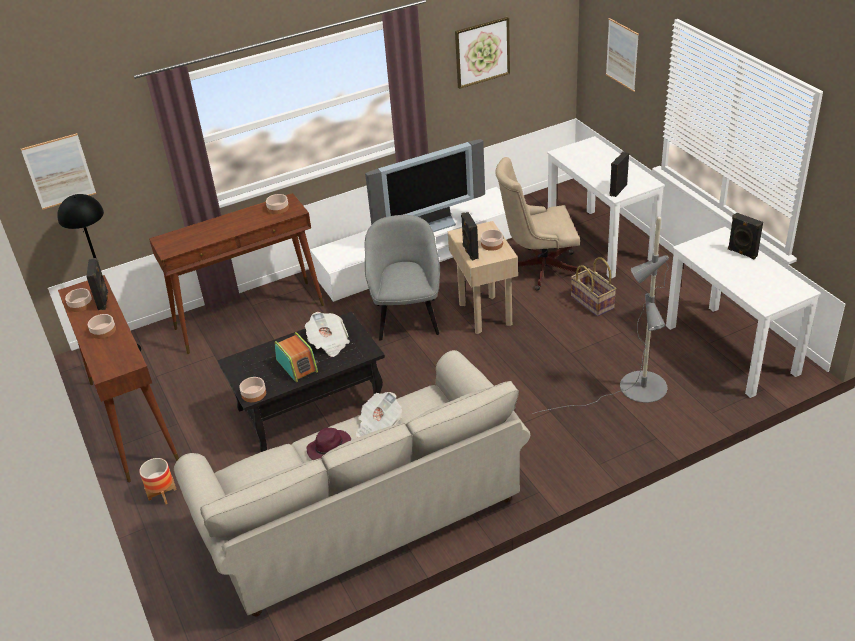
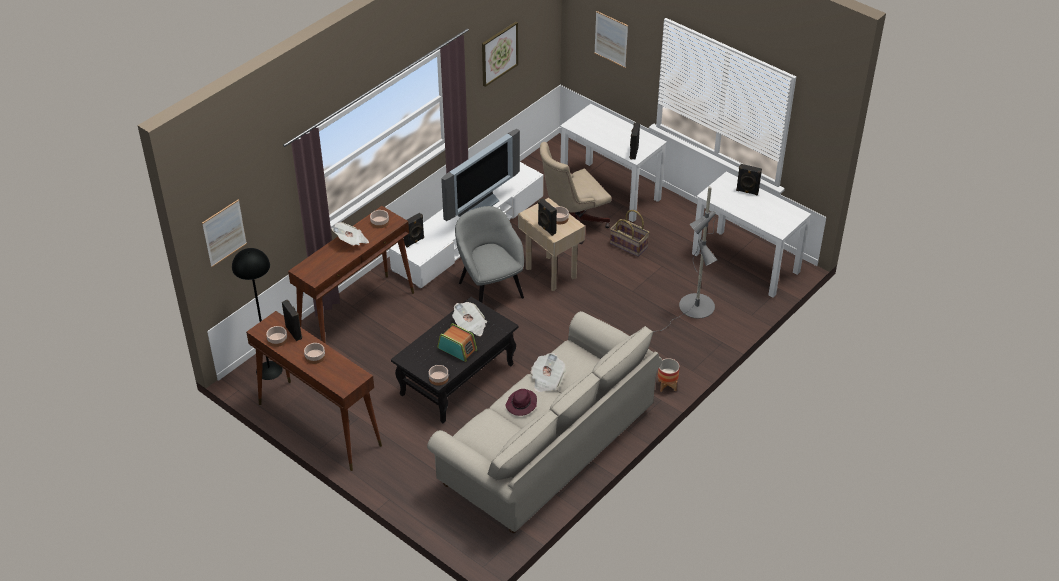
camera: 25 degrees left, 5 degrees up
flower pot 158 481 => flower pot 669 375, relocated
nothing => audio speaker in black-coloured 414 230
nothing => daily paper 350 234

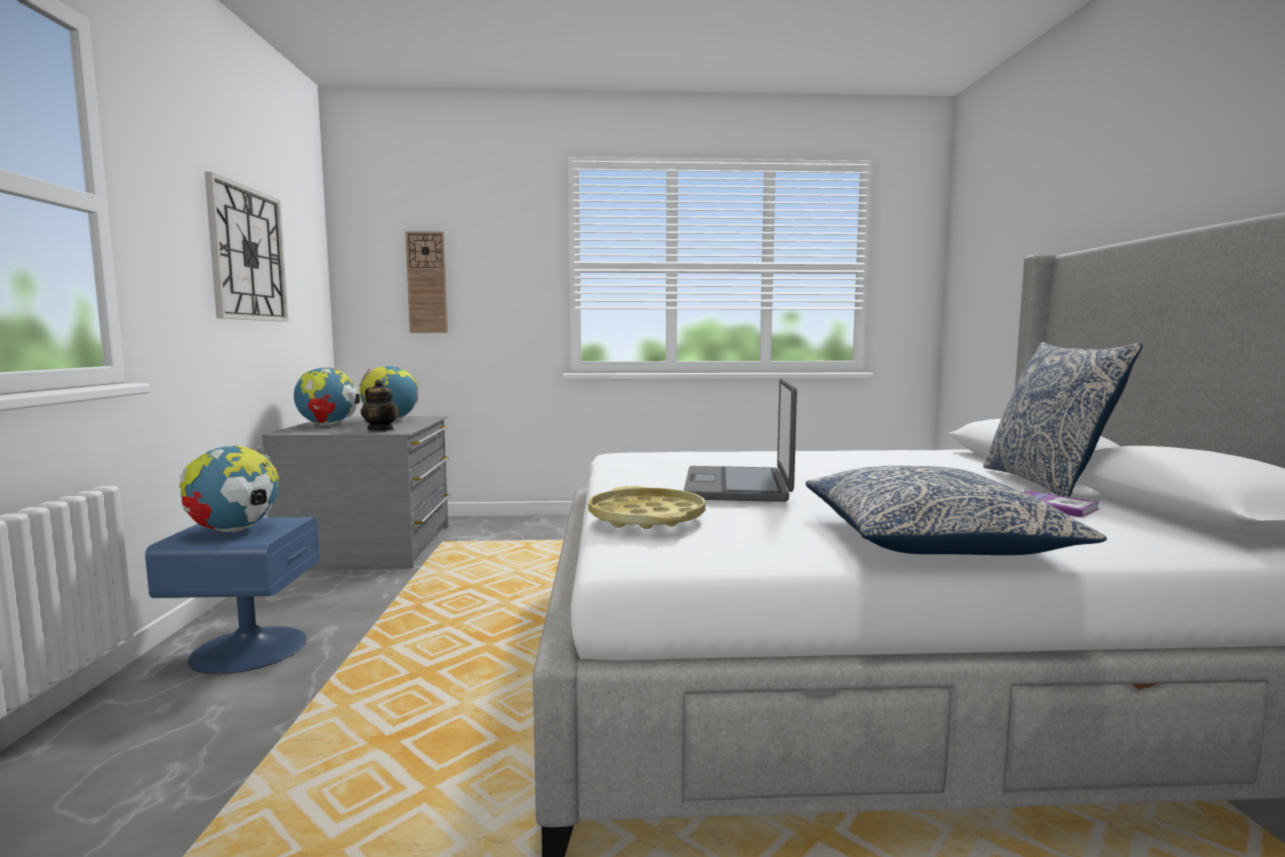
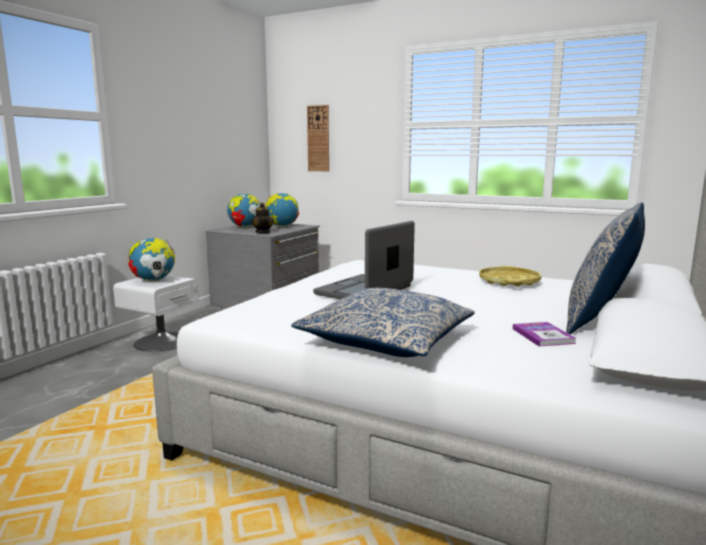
camera: 30 degrees right, 5 degrees up
clock on the wall 246 246 => nothing
serving tray in yellow 647 507 => serving tray in yellow 510 276, relocated
night table in blue-coloured 232 595 => night table in white 156 313

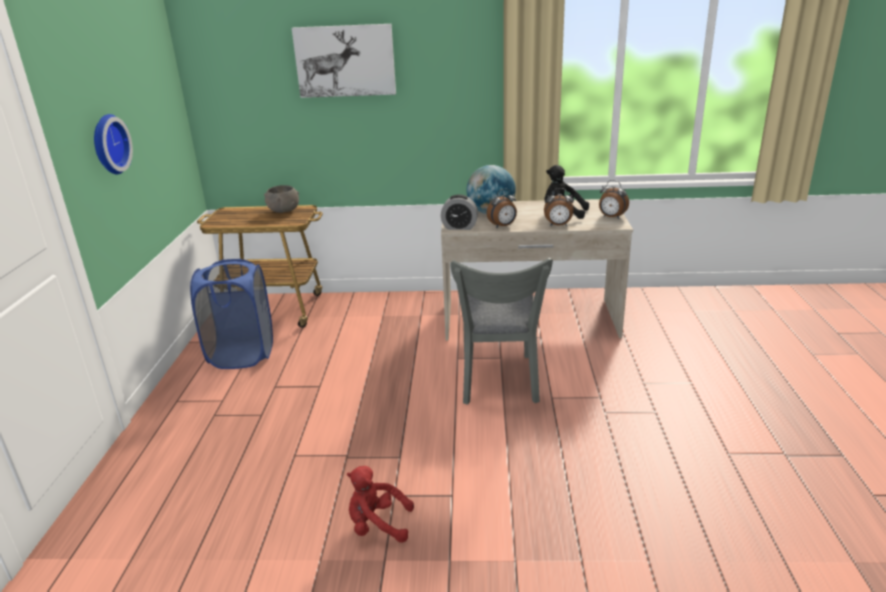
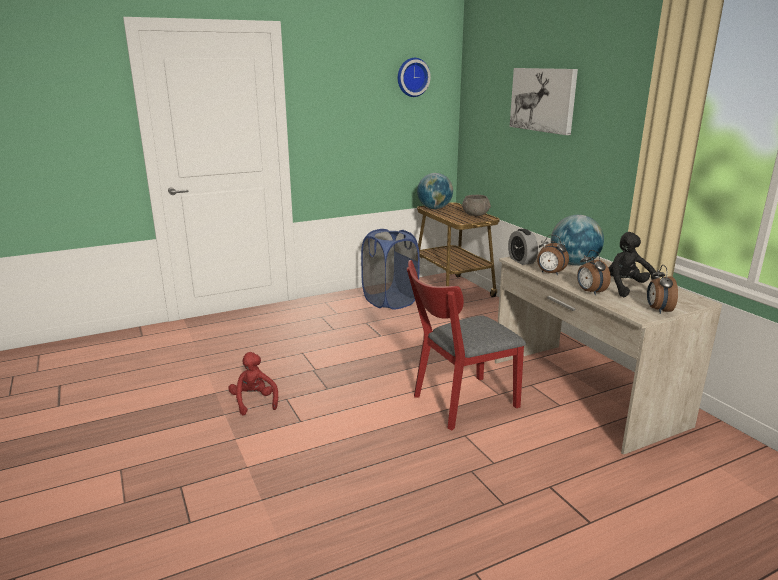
camera: 60 degrees right, 5 degrees down
clock on the wall 113 144 => clock on the wall 414 77, relocated
plain chair in gray 501 331 => plain chair in red-coloured 466 345
nothing => desk globe 435 191

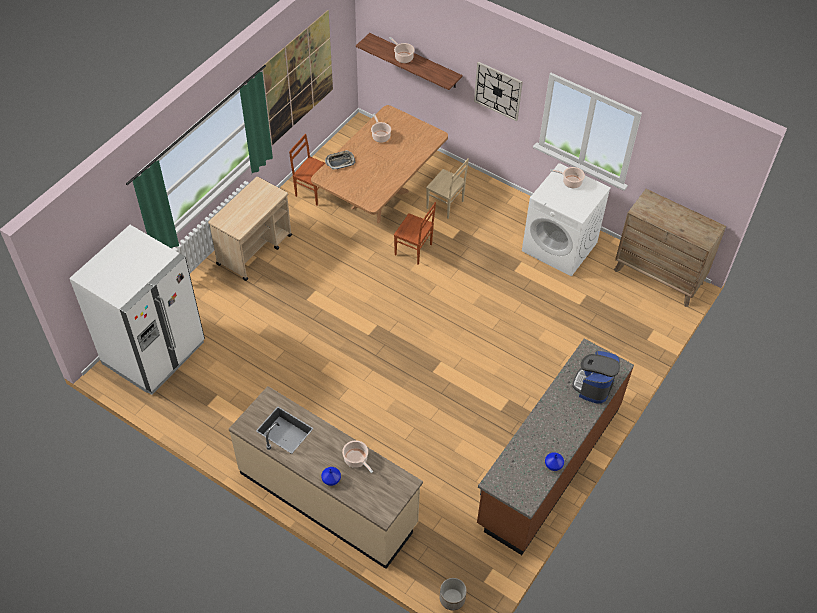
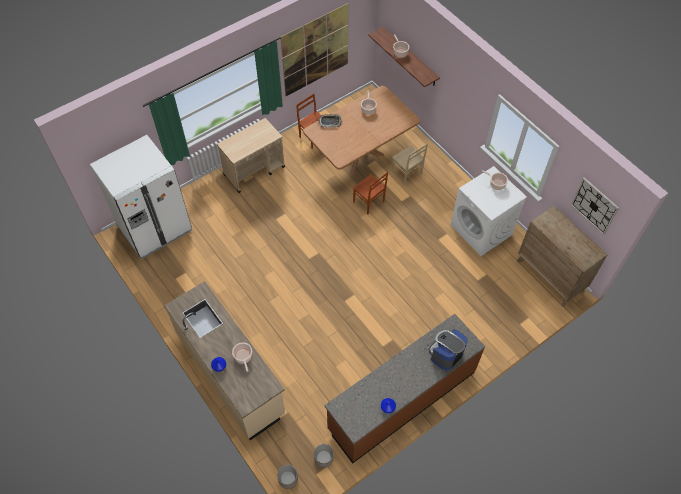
camera: 20 degrees right, 5 degrees up
clock on the wall 498 91 => clock on the wall 595 206, relocated
nothing => flower pot 324 456

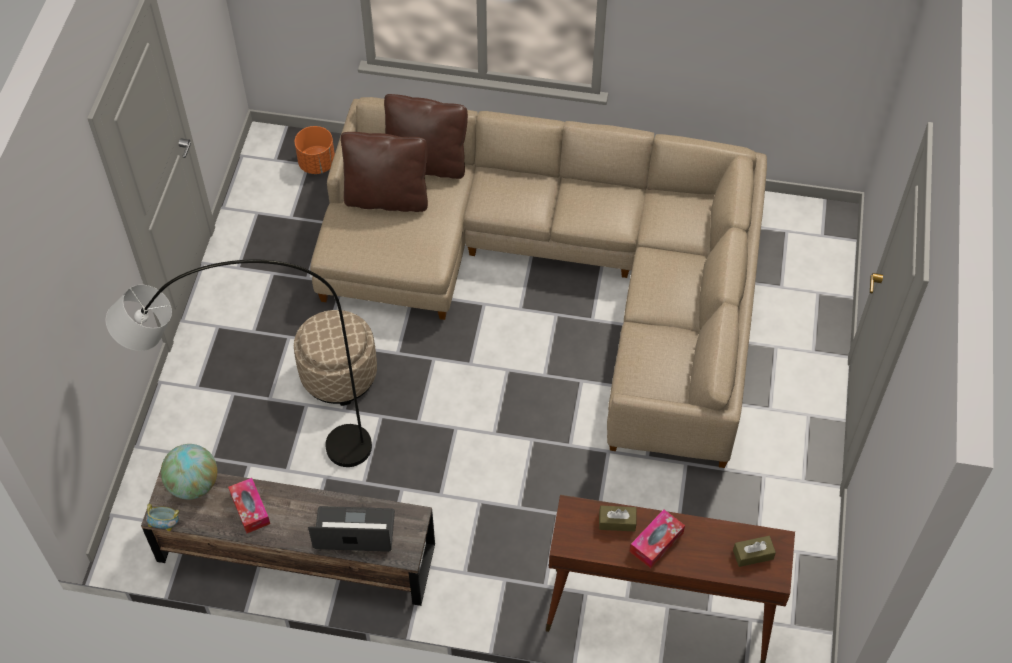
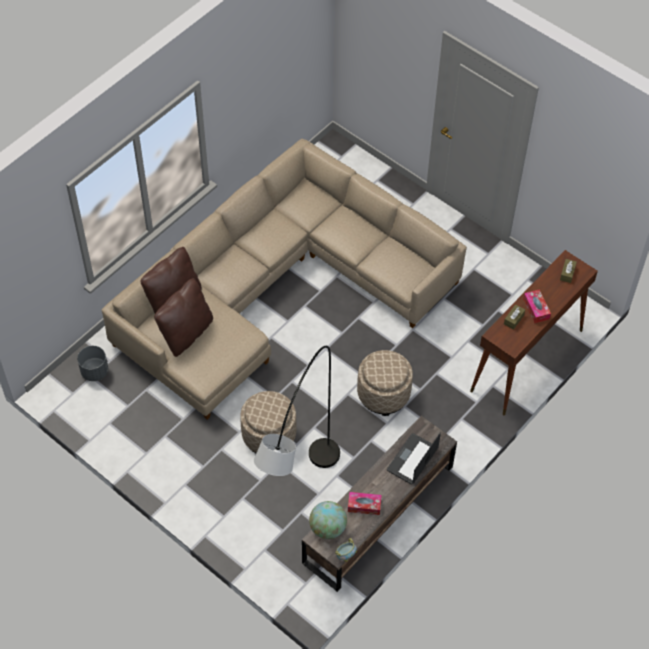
camera: 60 degrees left, 0 degrees up
flower pot in orangey 315 150 => flower pot in gray 92 363
nothing => footrest in beige 385 383

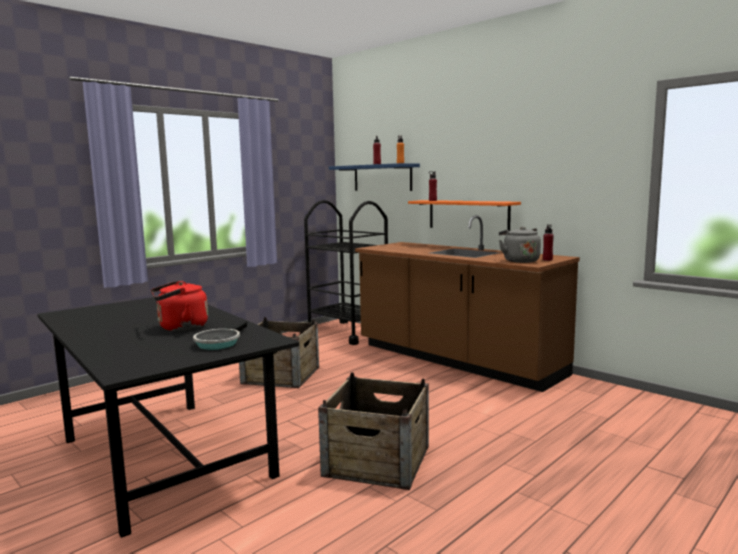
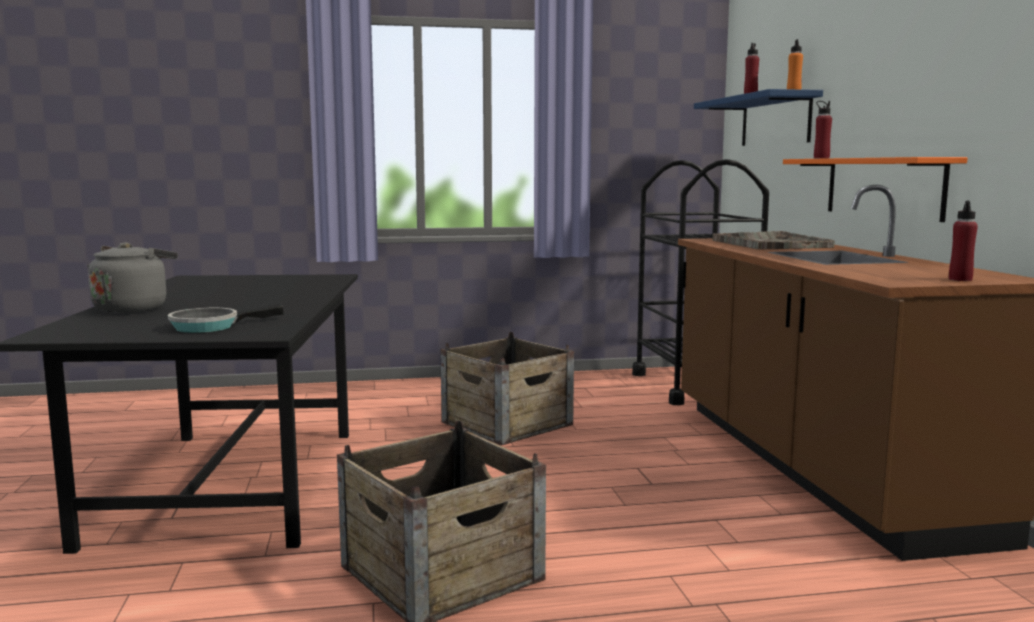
camera: 35 degrees right, 0 degrees up
kettle in gray 520 245 => kettle in gray 132 277, relocated
kettle in red-coloured 179 306 => nothing
nothing => serving tray in gray 774 240

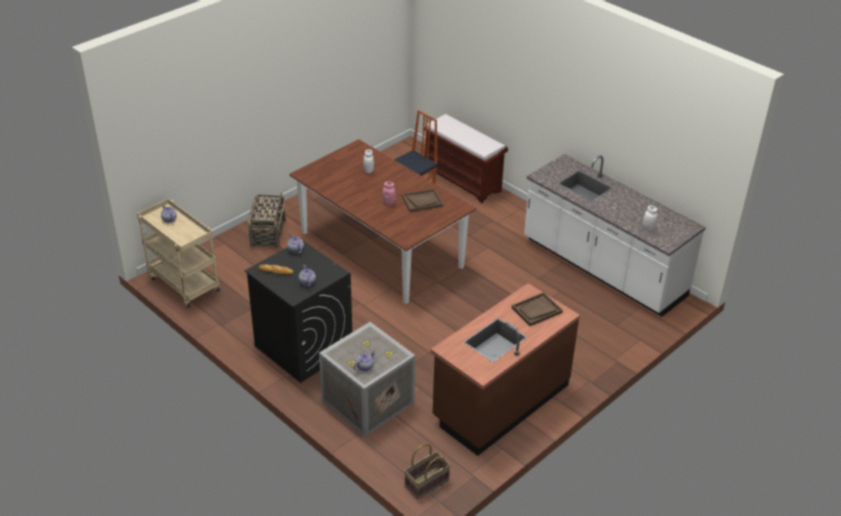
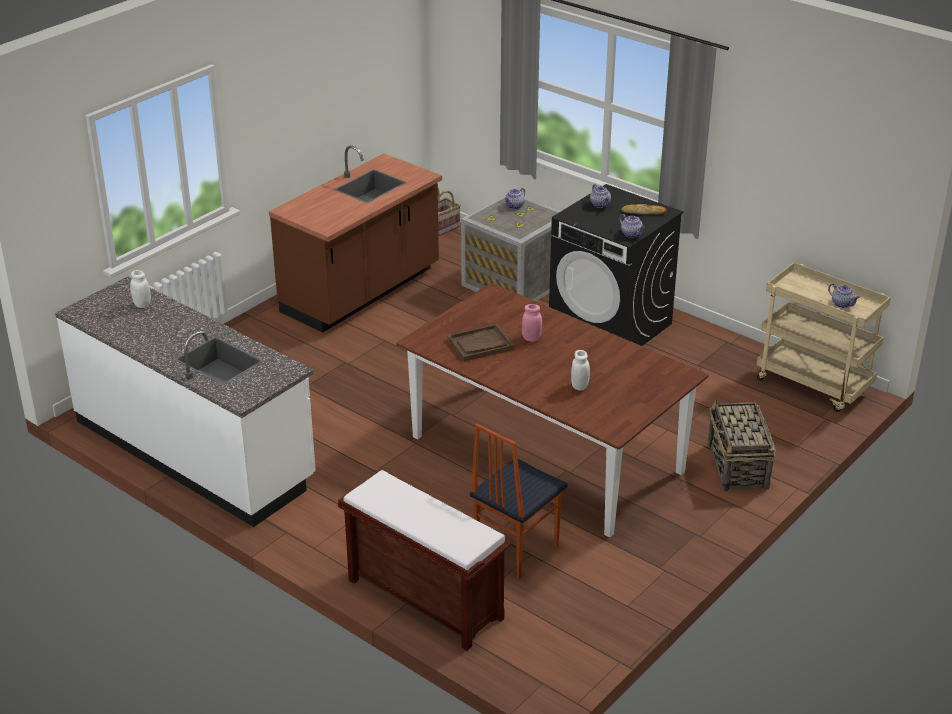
camera: 175 degrees right, 5 degrees down
serving tray in brown 537 309 => nothing

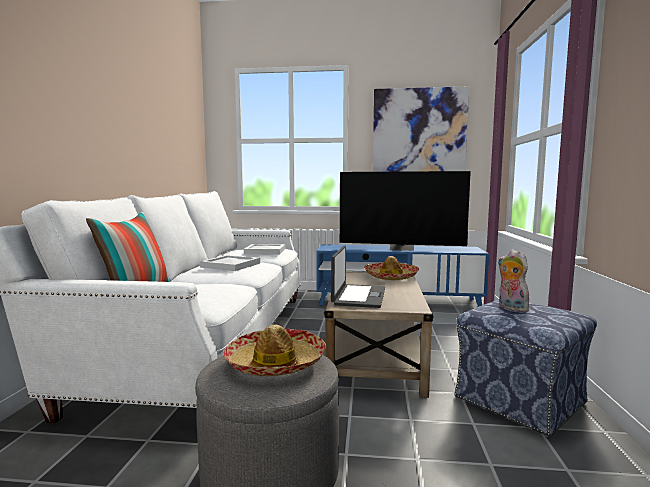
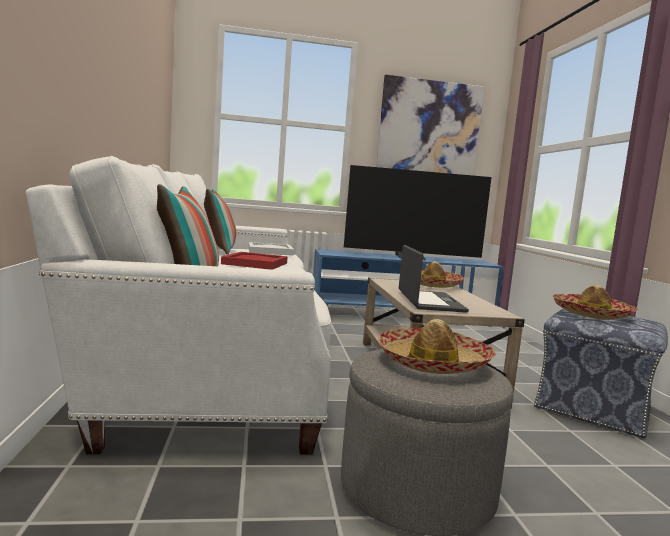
camera: 15 degrees left, 0 degrees up
plush toy 513 280 => wearable hat 595 302
serving tray in white 230 263 => serving tray in red-coloured 254 261
nothing => cushion 220 222

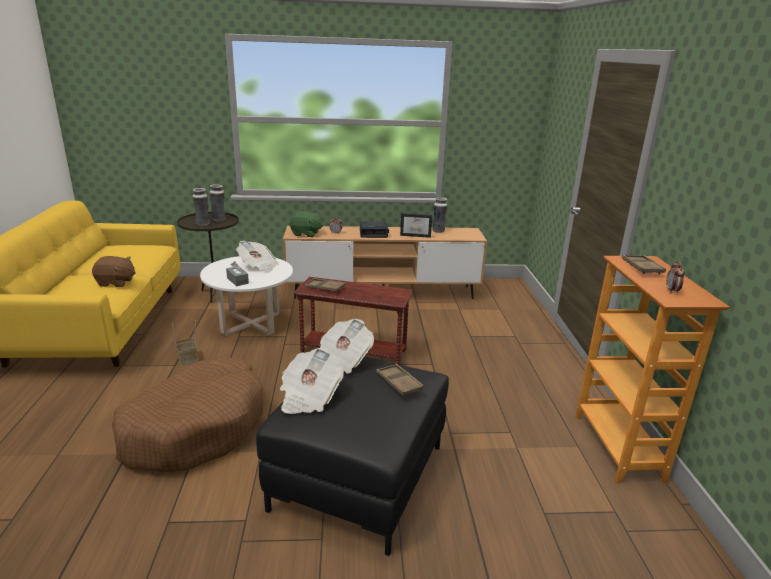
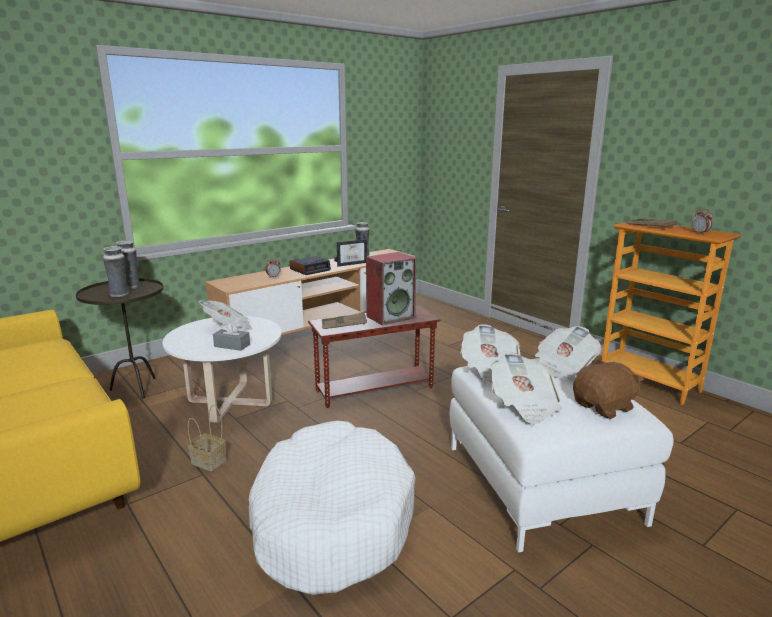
camera: 35 degrees left, 5 degrees down
plush toy in green-coloured 306 224 => nothing
plush toy in brown 114 271 => plush toy in brown 608 389, relocated
pet bed in brown 188 414 => pet bed in white 331 508
footrest in black-coloured 352 456 => footrest in white 561 455
serving tray in brown 400 380 => daily paper 568 353
nothing => audio speaker 391 288

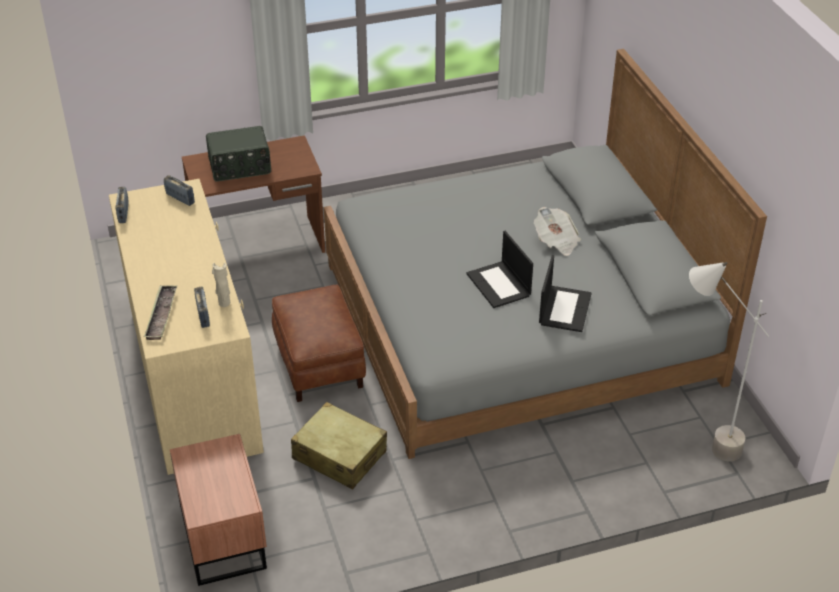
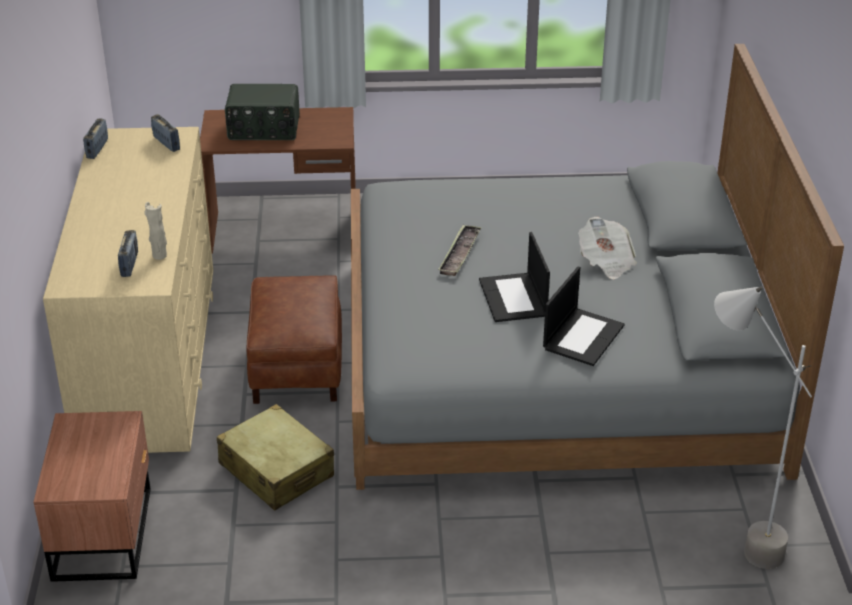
camera: 15 degrees right, 5 degrees down
serving tray 160 313 => serving tray 460 250, relocated

